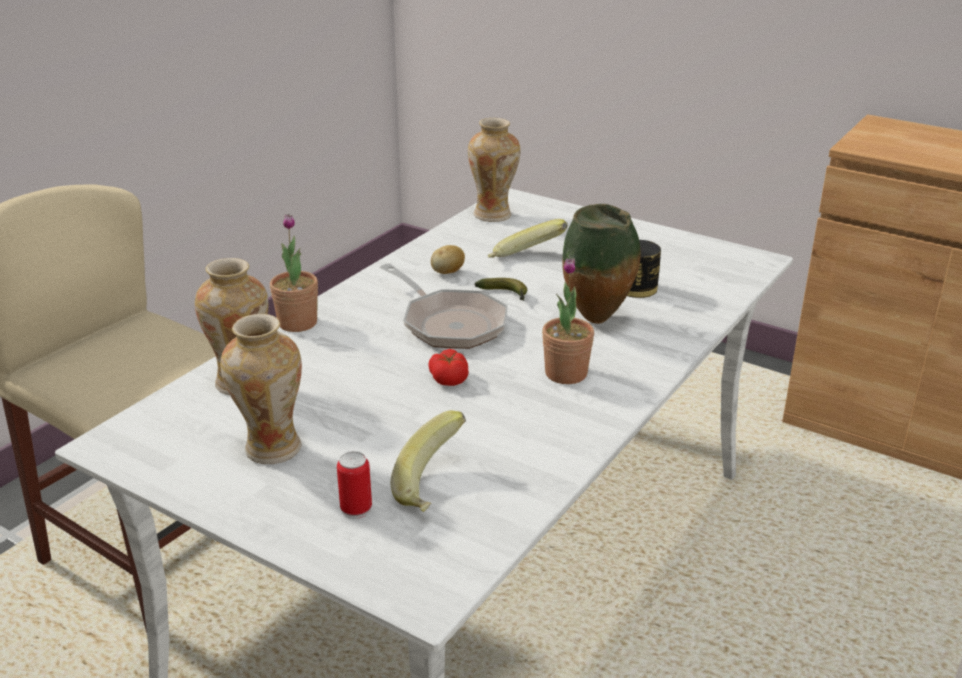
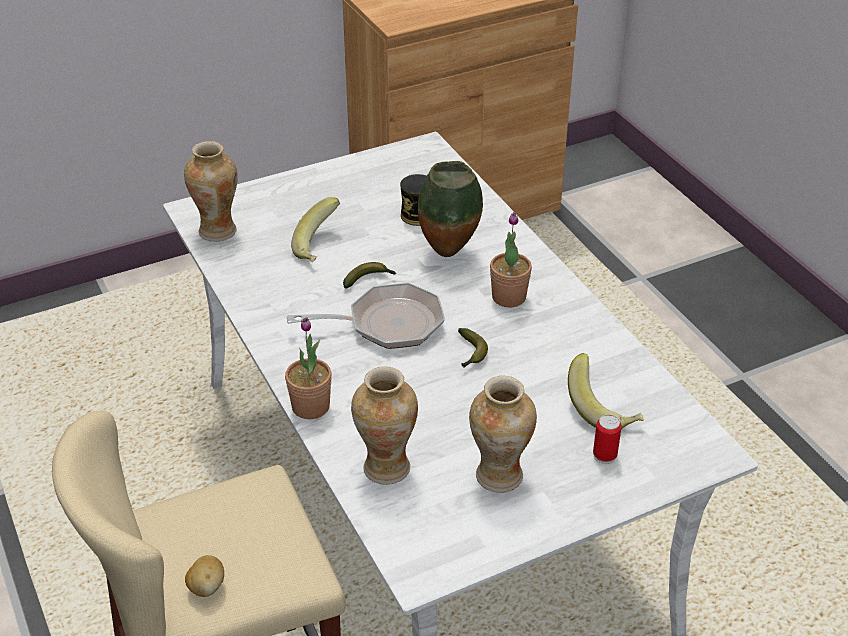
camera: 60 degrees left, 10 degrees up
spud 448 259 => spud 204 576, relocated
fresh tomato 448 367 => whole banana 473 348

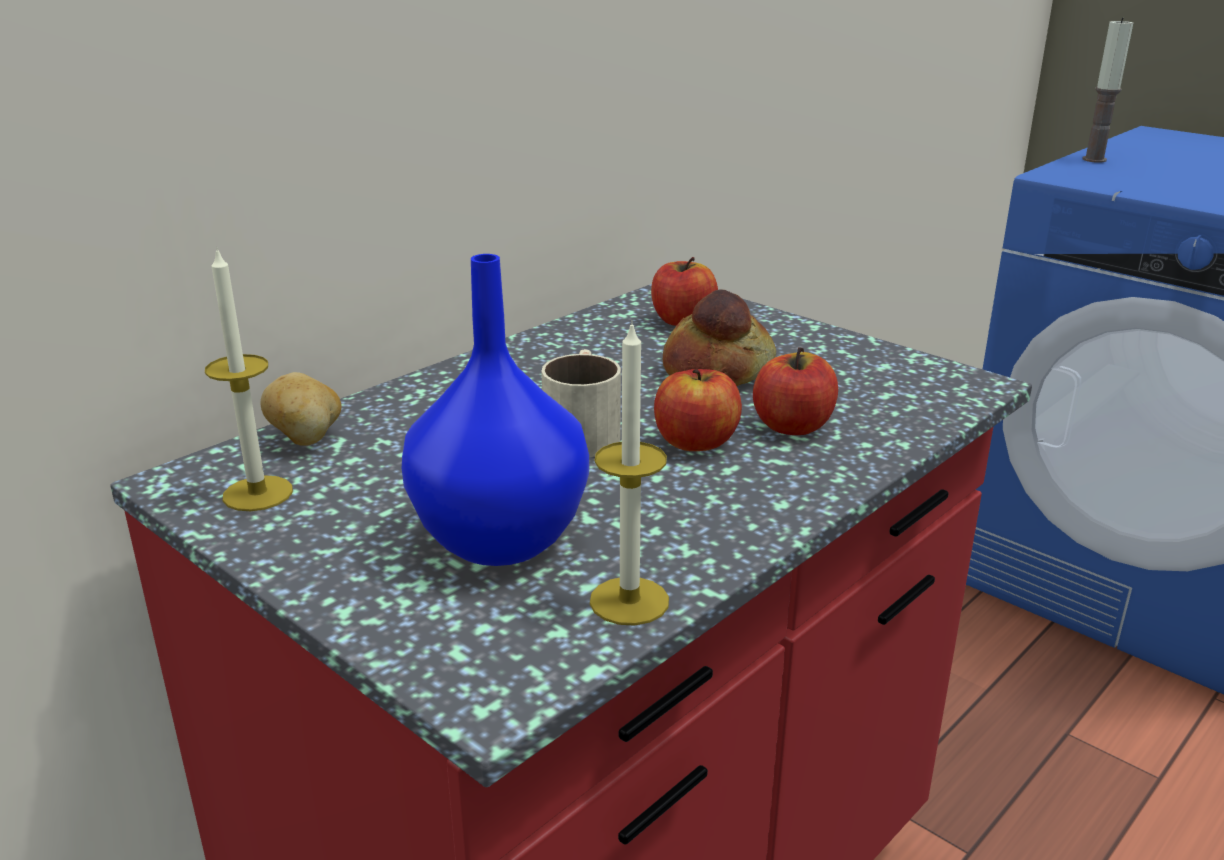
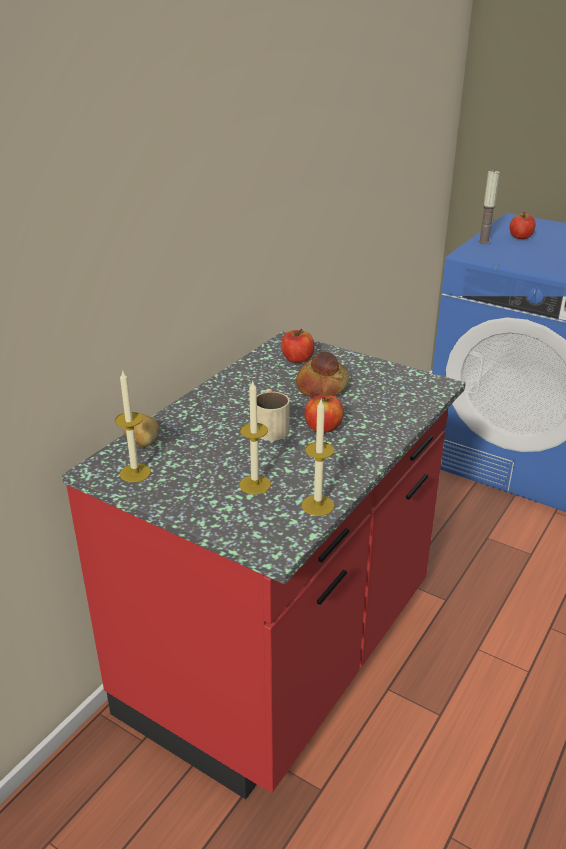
camera: 10 degrees left, 5 degrees up
flower vase in blue-coloured 495 410 => wax candle 255 438
whole apple 795 391 => whole apple 523 225, relocated

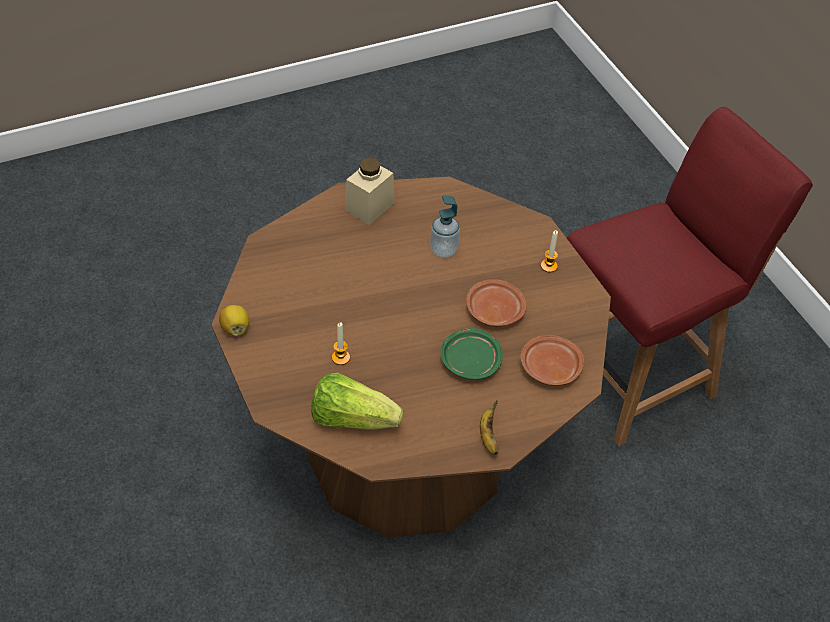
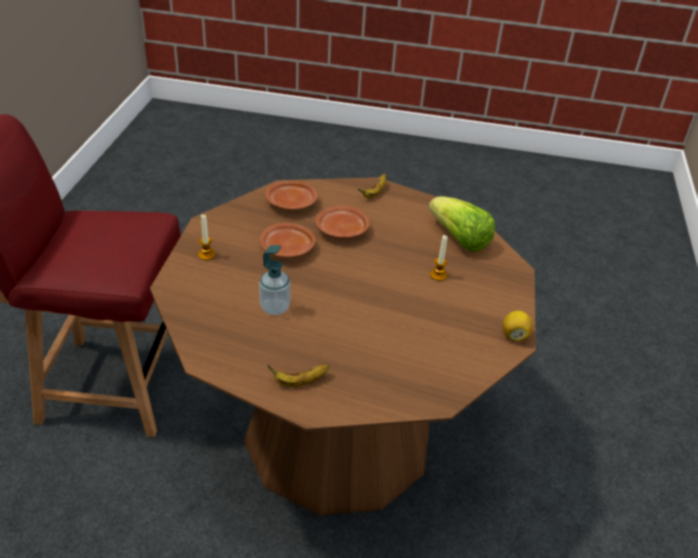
camera: 145 degrees left, 10 degrees down
preserve jar in beige 370 191 => whole banana 298 375
dinner plate in green-coloured 472 354 => dinner plate in brown 343 222

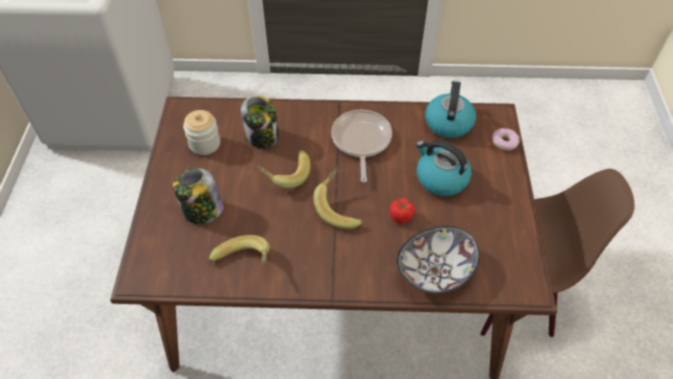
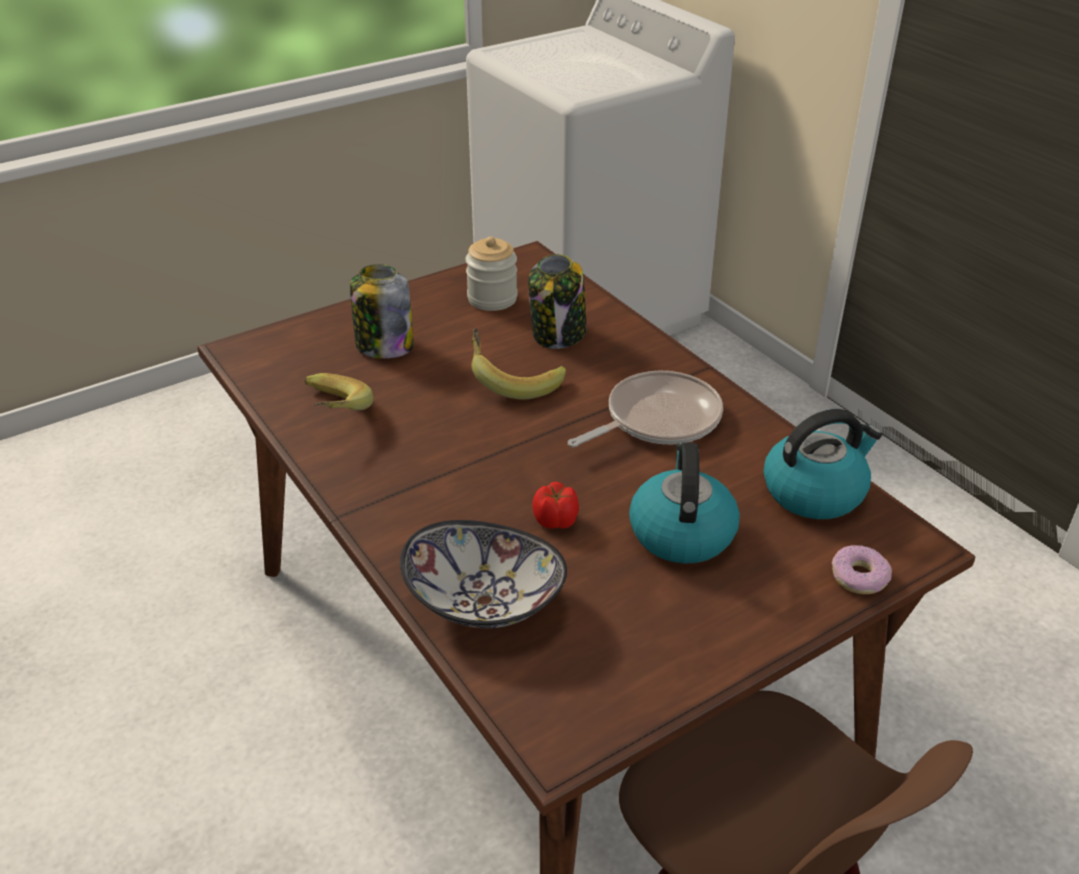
camera: 55 degrees right, 15 degrees down
whole banana 337 198 => nothing

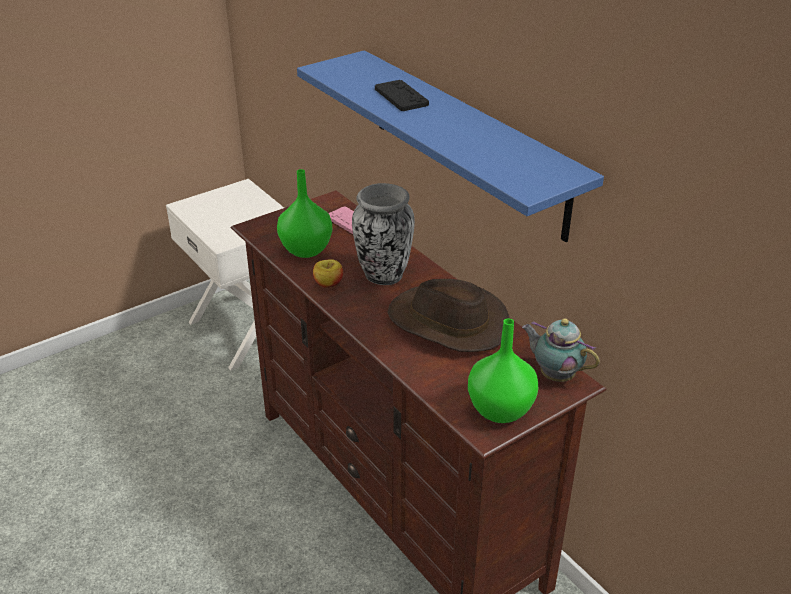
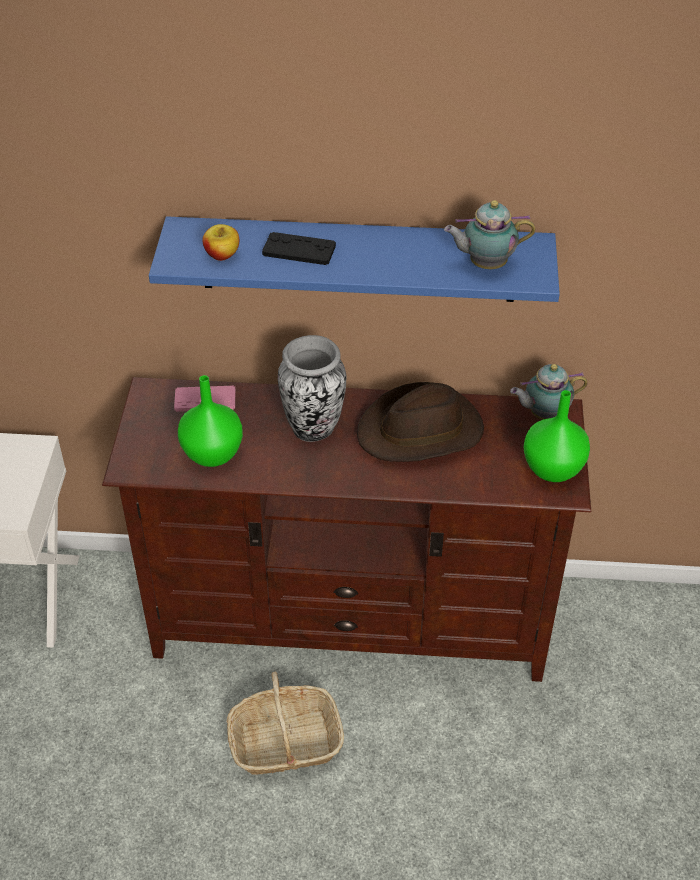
camera: 50 degrees left, 10 degrees up
whole apple 328 273 => whole apple 220 242, relocated
nothing => teapot 489 234
nothing => basket 285 723

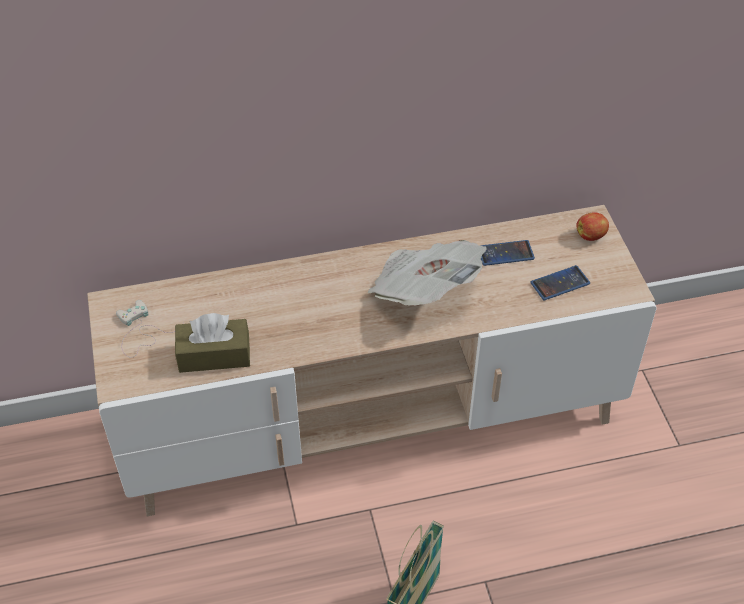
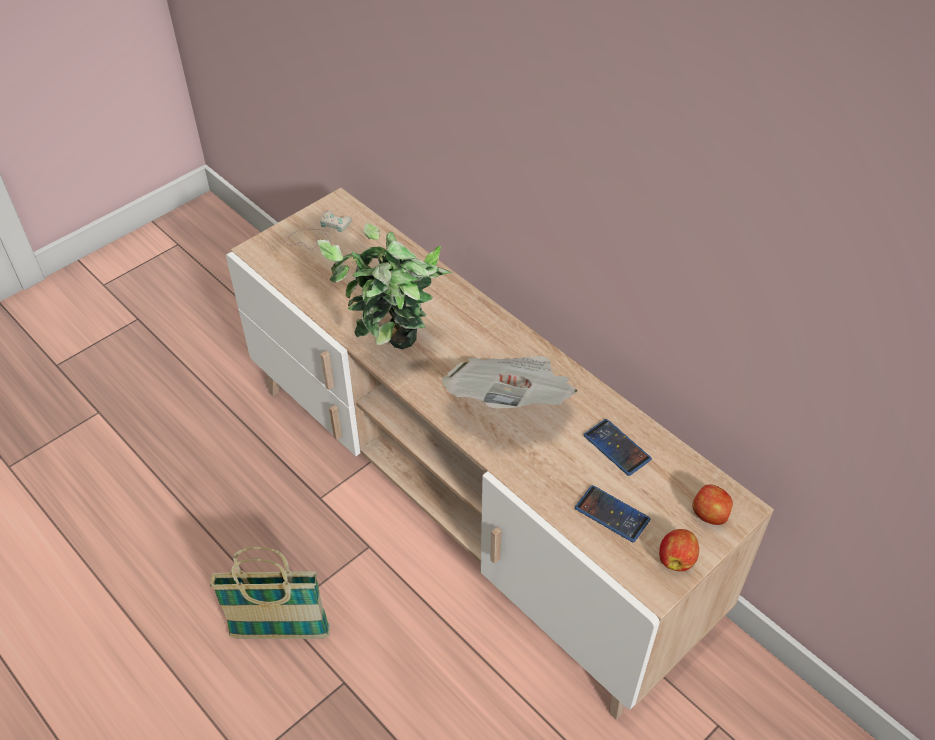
camera: 60 degrees right, 0 degrees up
tissue holder in brown 212 343 => nothing
nothing => potted plant 384 286
nothing => whole apple 679 550

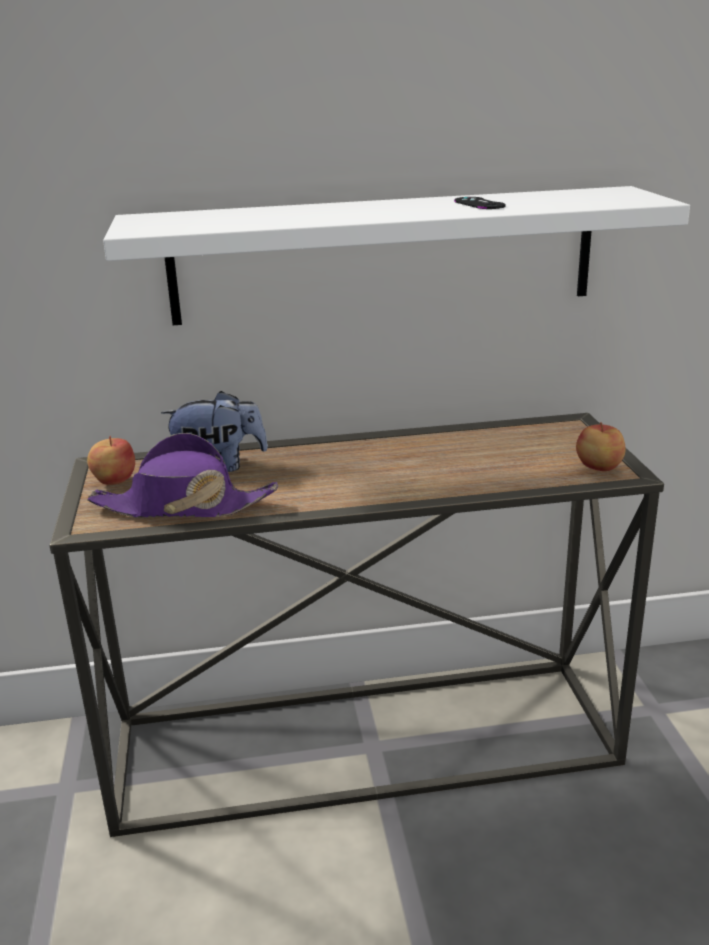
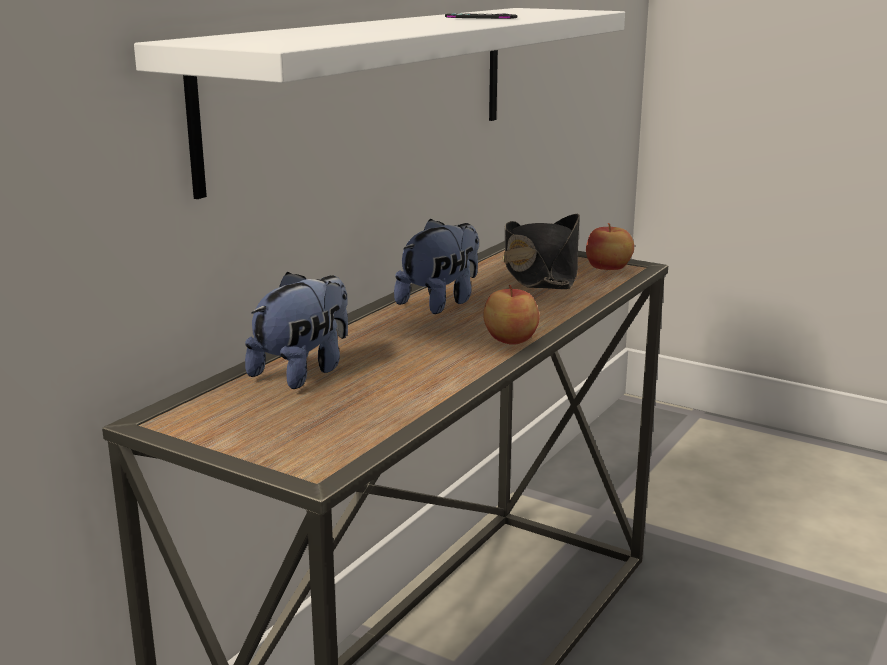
camera: 50 degrees left, 5 degrees down
wearable hat in purple-coloured 182 475 => nothing
whole apple 111 460 => whole apple 511 315, relocated
nothing => wearable hat in black-coloured 541 251
nothing => plush toy 436 266

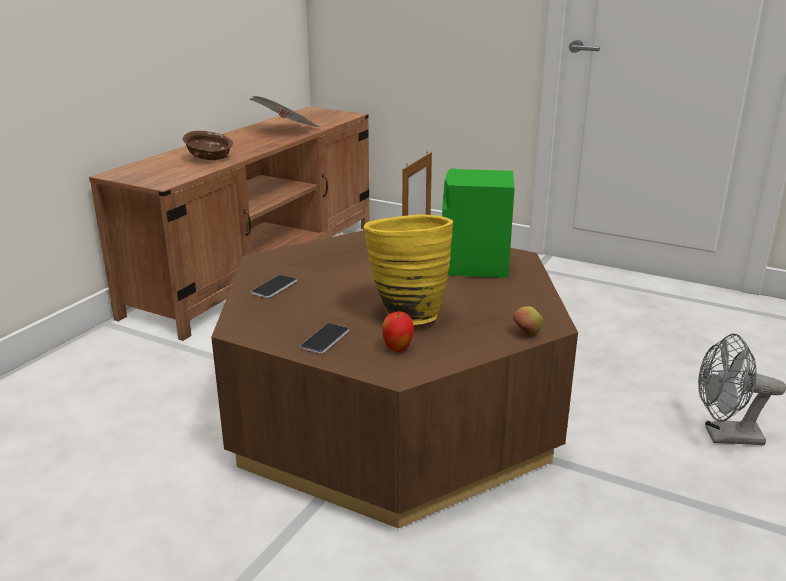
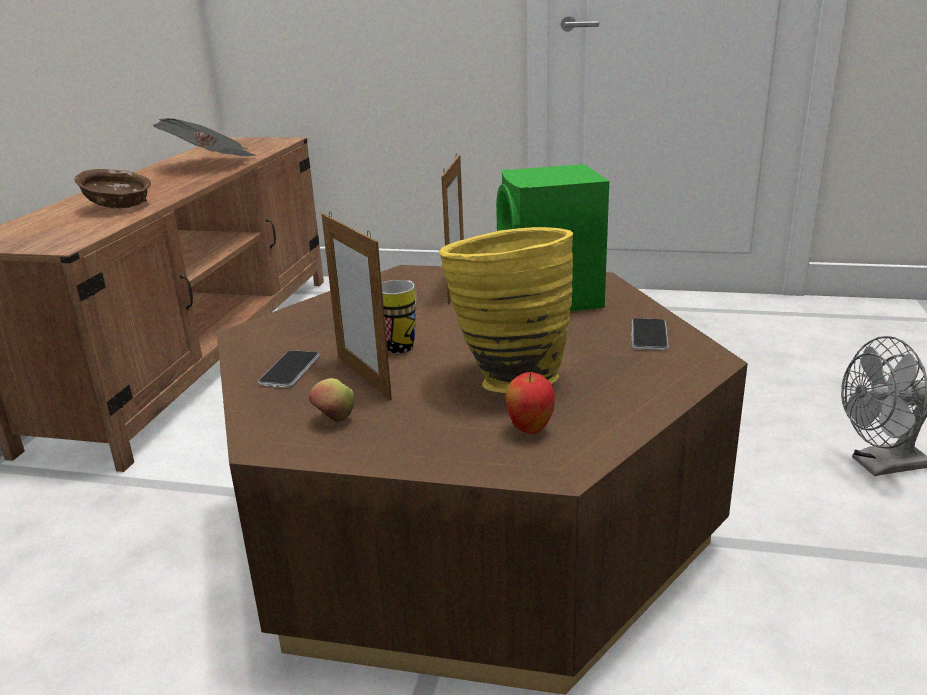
camera: 15 degrees left, 0 degrees up
whole apple 528 321 => whole apple 331 400, relocated
phone 324 338 => phone 650 334, relocated
nothing => standing frame 356 305
nothing => mug 399 317

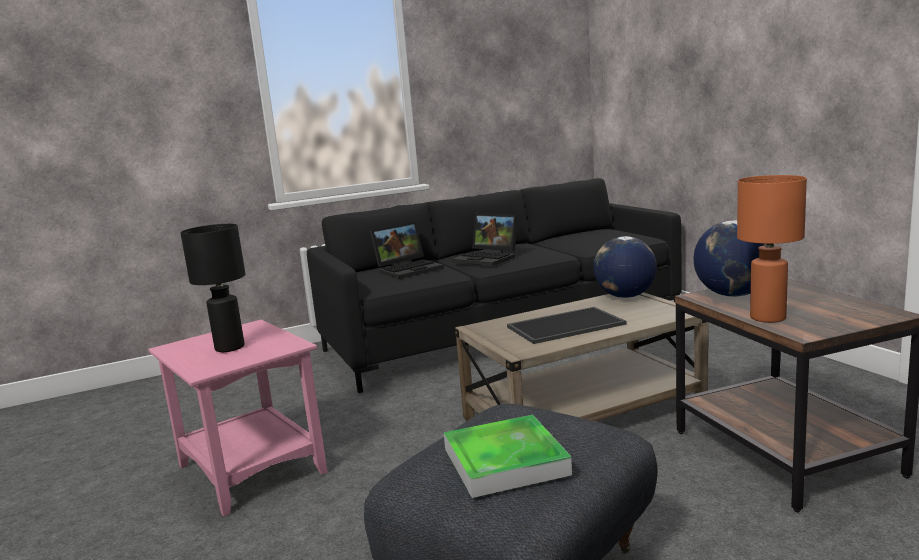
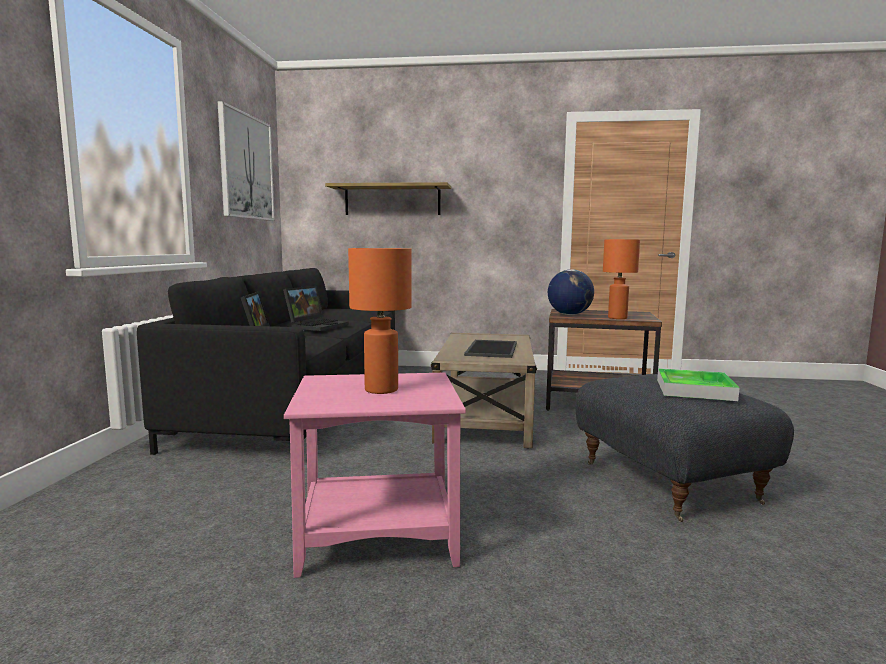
camera: 60 degrees left, 5 degrees down
portable computer 485 240 => portable computer 316 308, 45 degrees counterclockwise
tabletop lamp in black-coloured 212 288 => tabletop lamp in orangey 380 321
desk globe 625 267 => nothing
nothing => wall picture 246 161
nothing => wall shelf 388 198

